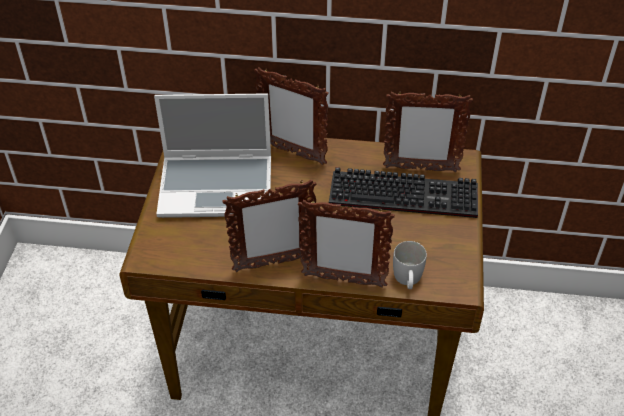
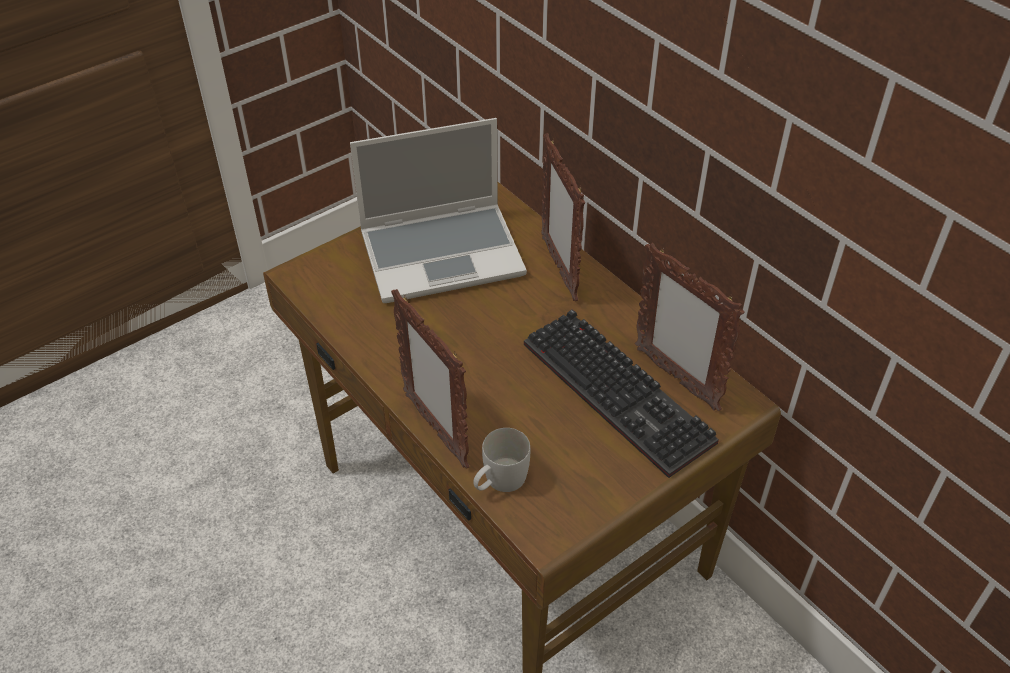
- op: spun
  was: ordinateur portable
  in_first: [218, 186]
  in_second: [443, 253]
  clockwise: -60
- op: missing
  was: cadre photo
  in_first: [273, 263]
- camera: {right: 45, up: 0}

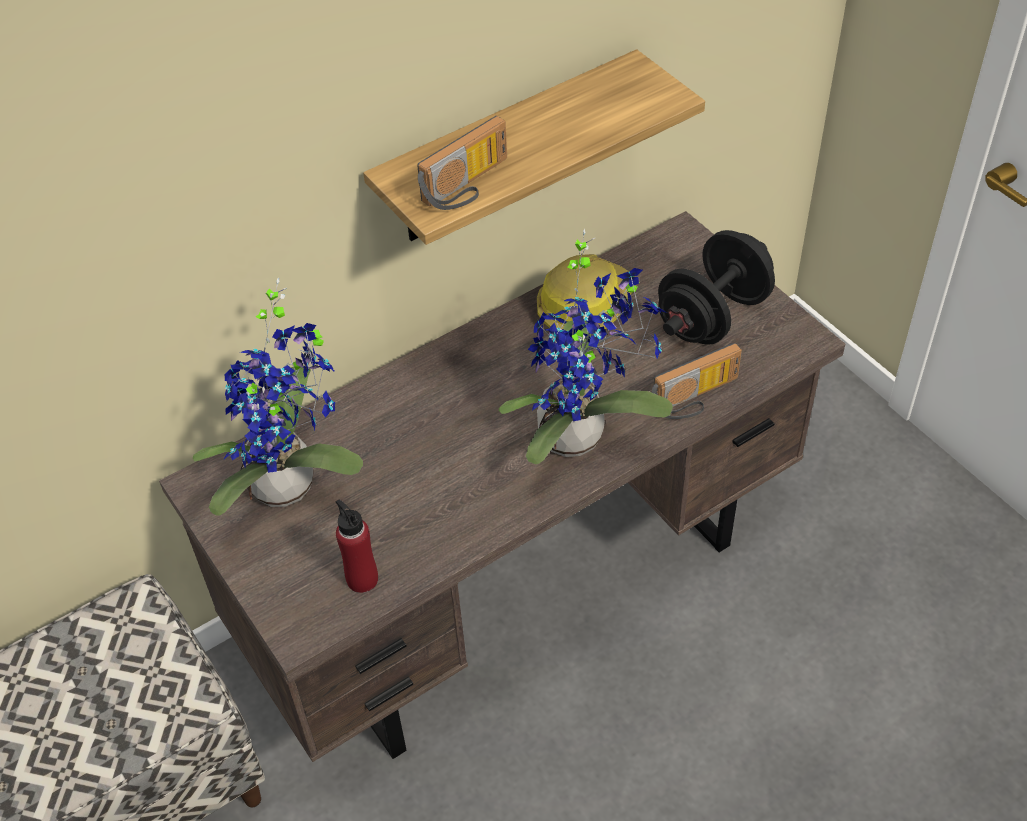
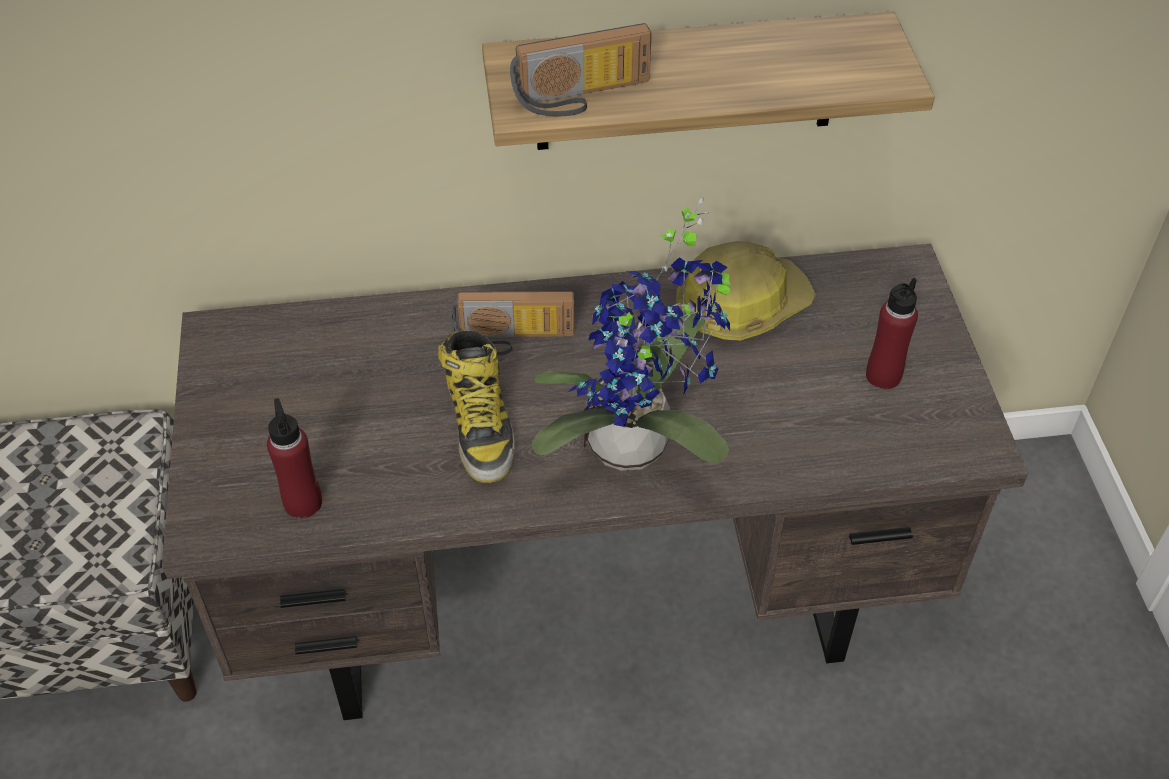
- op: exchanged
  was: haltère/noir
  now: bouteille/rouge
  in_first: [713, 316]
  in_second: [883, 376]
- op: missing
  was: plante en pot
  in_first: [291, 485]
- op: relocated
  was: radio
  in_first: [697, 399]
  in_second: [513, 340]
- op: appeared
  now: botte
  in_second: [480, 425]
- camera: {right: 25, up: 0}

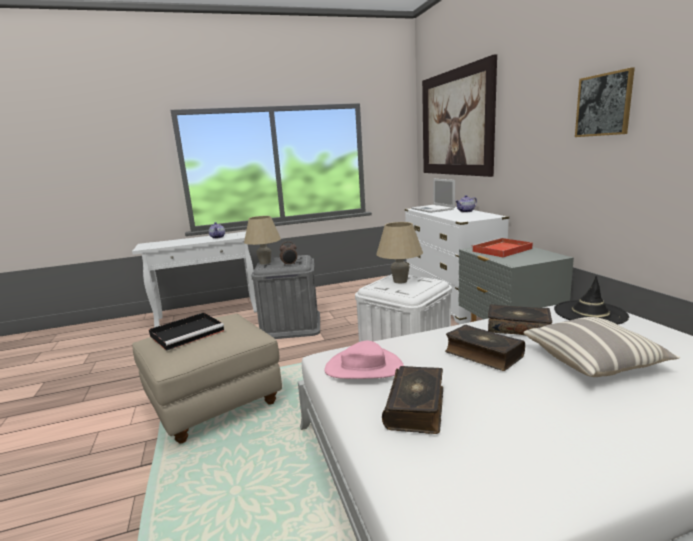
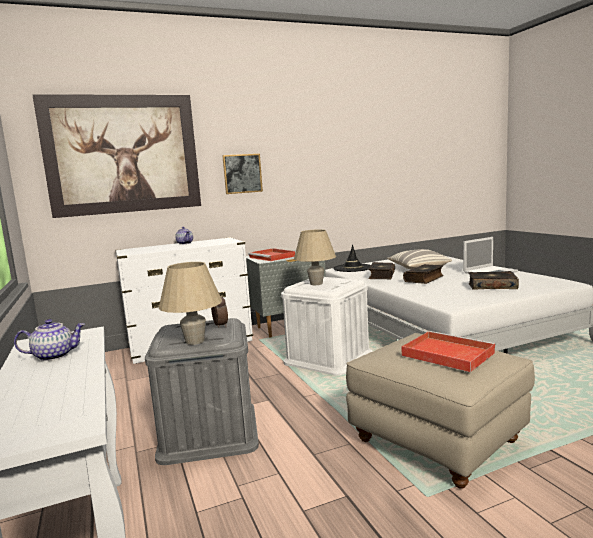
- op: relocated
  was: tableau
  in_first: [603, 105]
  in_second: [242, 173]
- op: relocated
  was: ordinateur portable
  in_first: [433, 209]
  in_second: [490, 272]
- op: colour
  was: plateau/noir
  now: plateau/rouge
  in_first: [188, 333]
  in_second: [446, 354]
- op: missing
  was: chapeau/rose
  in_first: [364, 368]
- camera: {right: -95, up: -5}

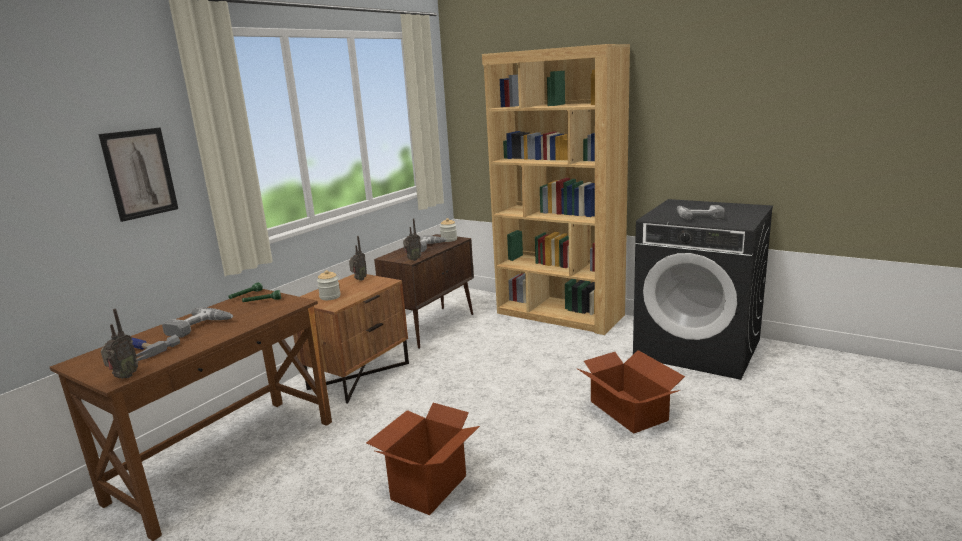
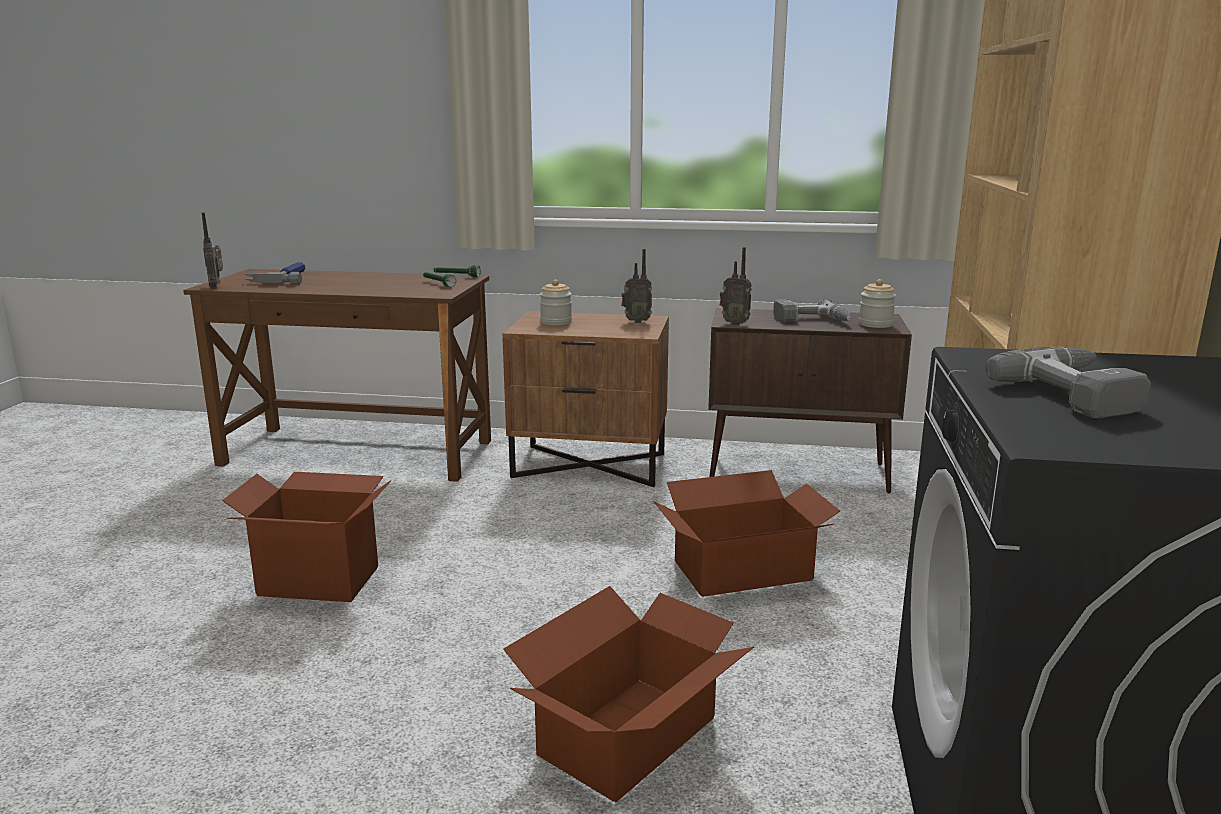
- op: missing
  was: tableau
  in_first: [140, 173]
- op: missing
  was: perceuse
  in_first: [200, 327]
- op: spun
  was: radio
  in_first: [124, 377]
  in_second: [217, 287]
  clockwise: 75
- op: appeared
  now: carton
  in_second: [744, 571]
- camera: {right: 65, up: 0}

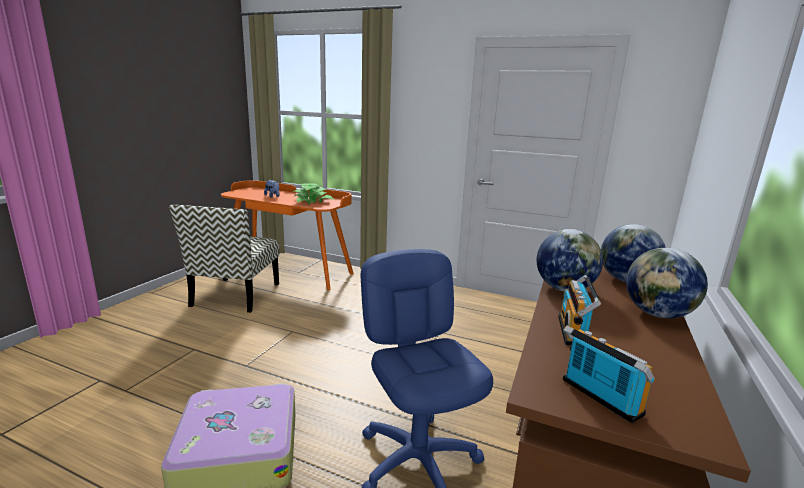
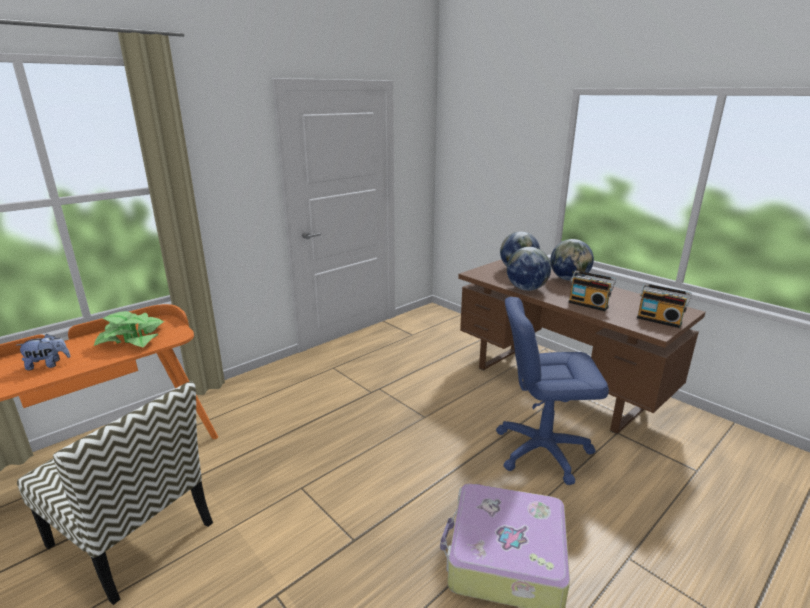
- op: spun
  was: radio
  in_first: [598, 398]
  in_second: [659, 320]
  clockwise: -135
- camera: {right: -65, up: 5}

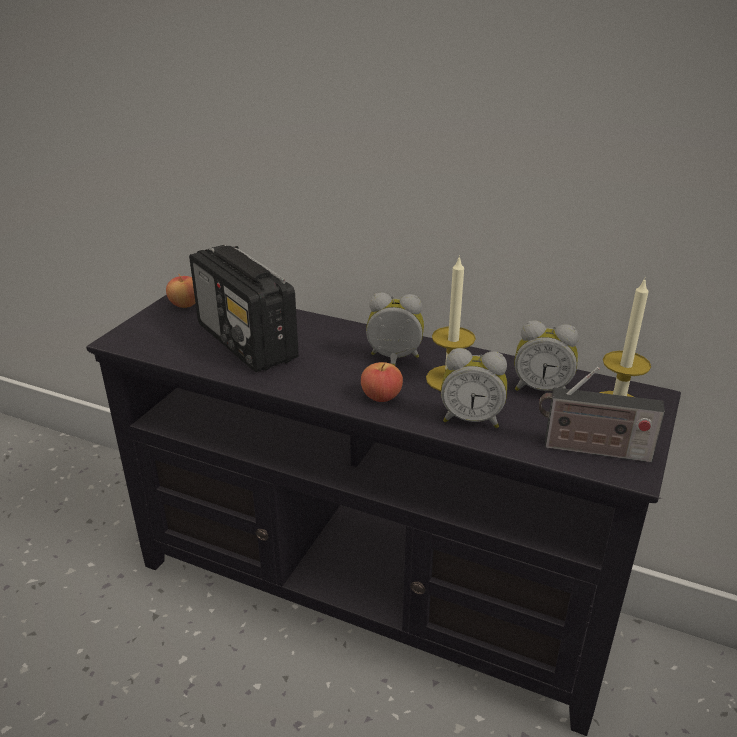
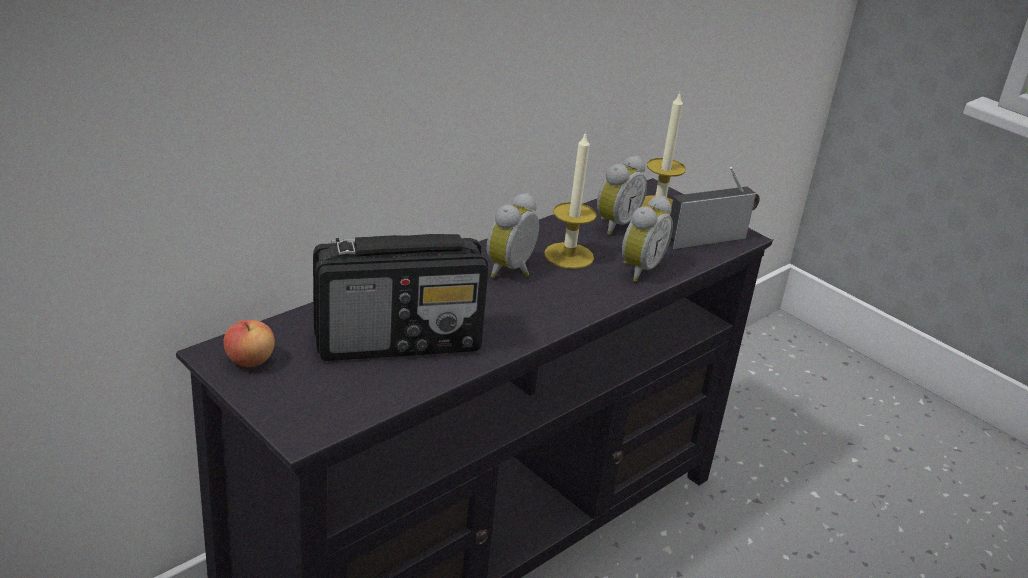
- op: missing
  was: pomme
  in_first: [381, 397]
- op: spun
  was: radio
  in_first: [591, 450]
  in_second: [709, 239]
  clockwise: -150
- camera: {right: -70, up: 0}

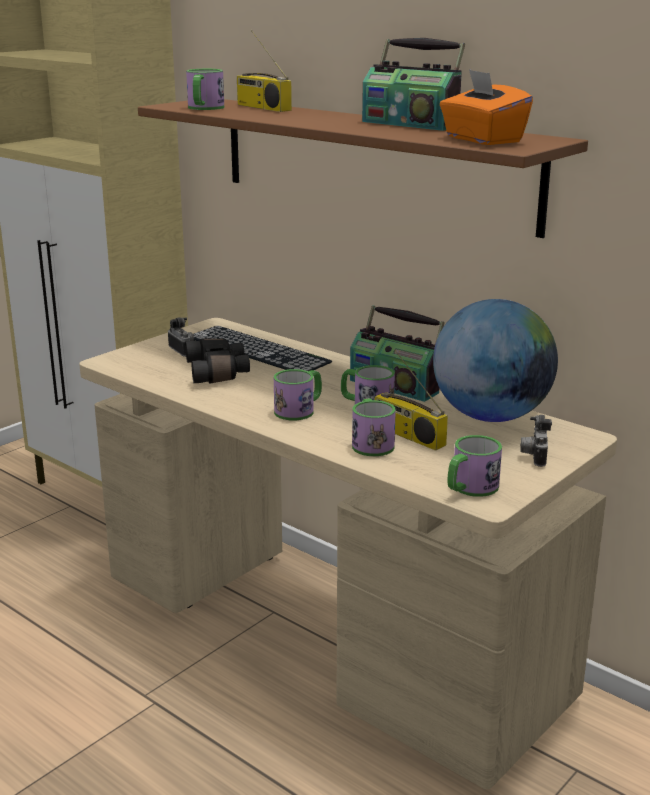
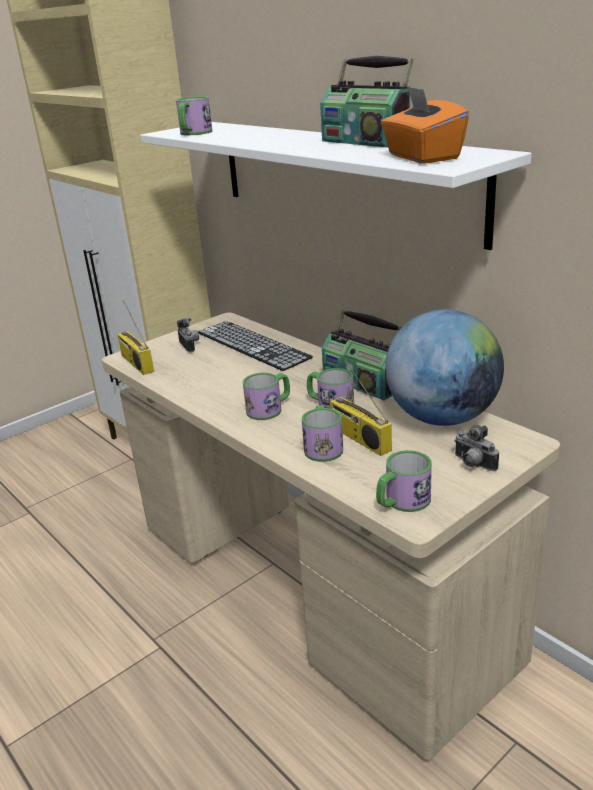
- op: relocated
  was: radio
  in_first: [262, 107]
  in_second: [136, 363]
- op: colour
  was: étagère/marron
  now: étagère/blanc
  in_first: [372, 161]
  in_second: [340, 177]
- op: missing
  was: jumelles/noir
  in_first: [219, 372]
- op: spun
  was: appareil photo
  in_first: [533, 456]
  in_second: [473, 464]
  clockwise: -60
- camera: {right: 10, up: 5}

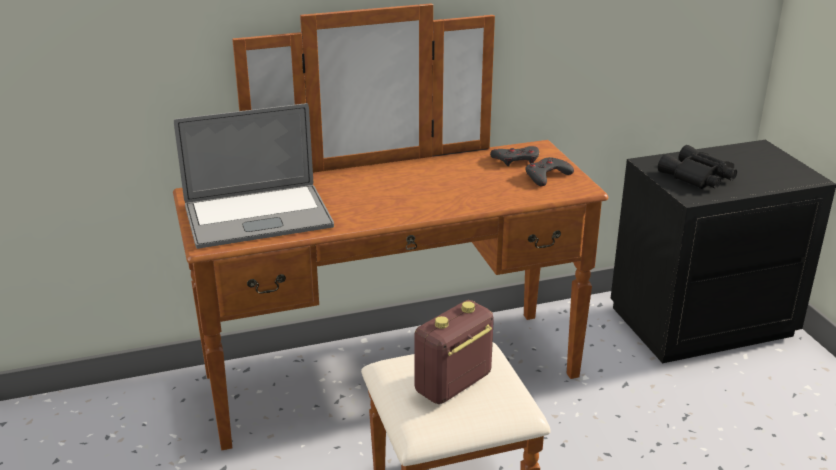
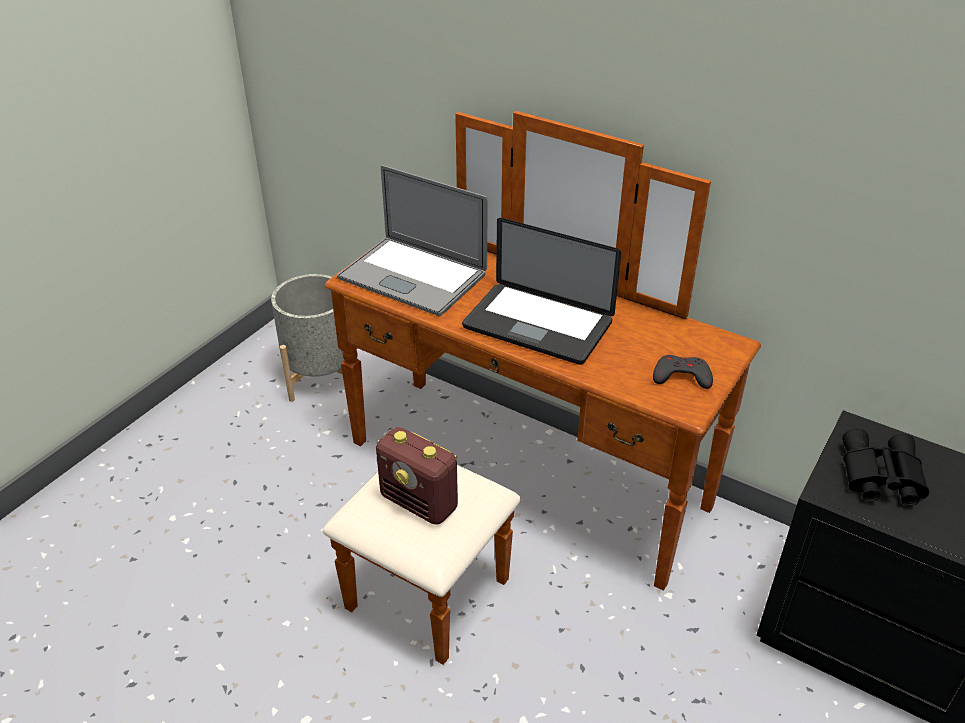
- op: missing
  was: manette/gris
  in_first: [516, 160]
- op: spun
  was: radio
  in_first: [452, 385]
  in_second: [420, 503]
  clockwise: -150
- op: appeared
  now: ordinateur portable
  in_second: [537, 325]
- op: appeared
  now: cache-pot/gris
  in_second: [321, 376]
- camera: {right: 50, up: 10}

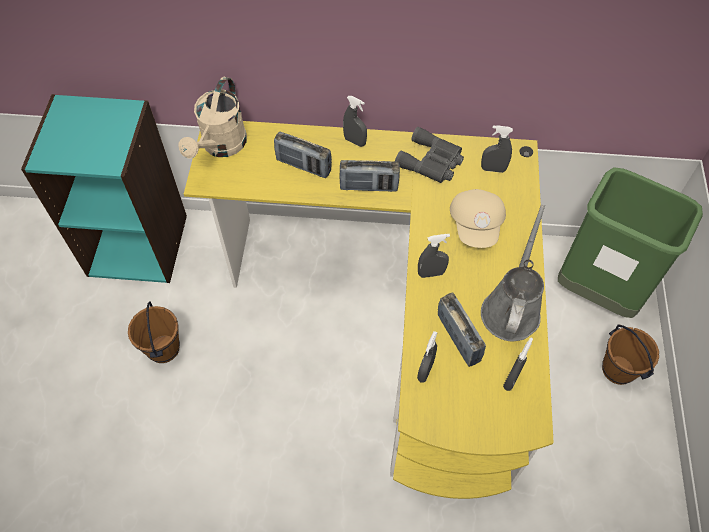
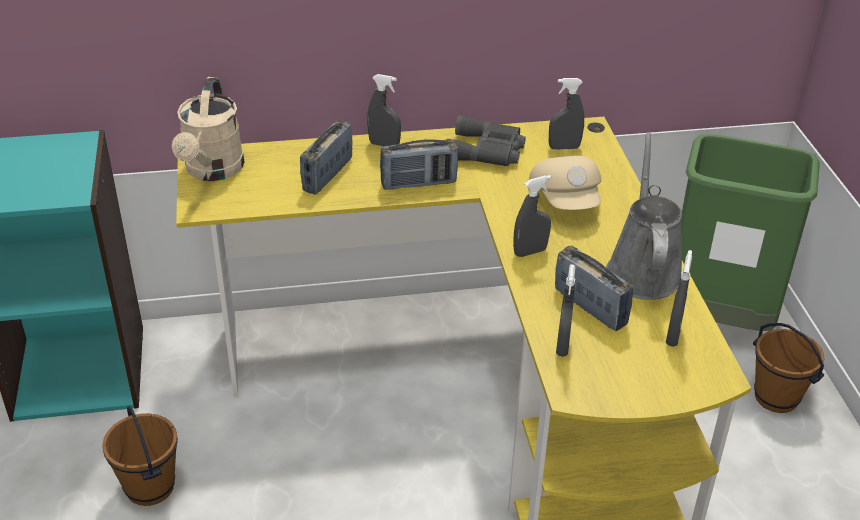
- op: spun
  was: radio
  in_first: [303, 166]
  in_second: [327, 175]
  clockwise: 105
- camera: {right: -15, up: -20}

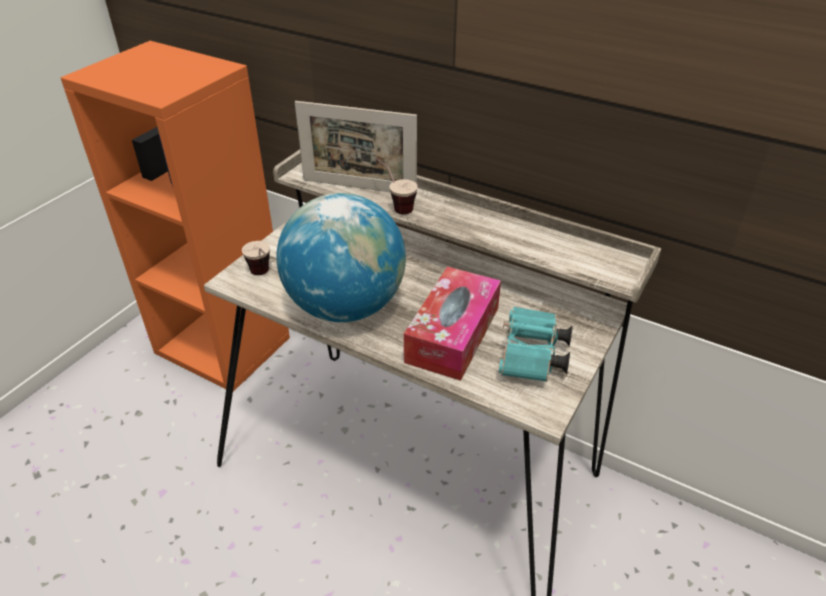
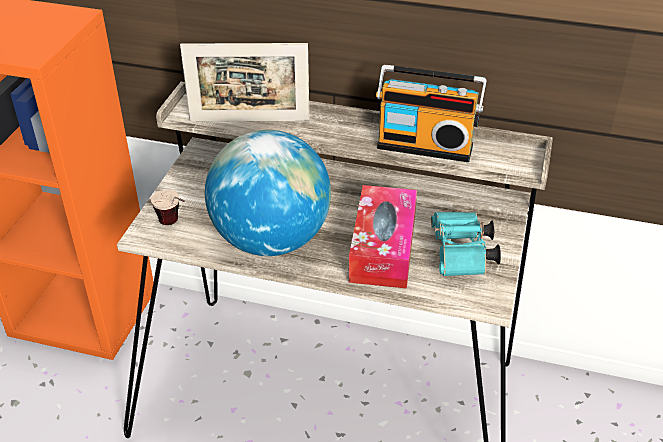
- op: missing
  was: tasse
  in_first: [395, 206]
- op: appeared
  now: radio
  in_second: [425, 145]
- camera: {right: -15, up: 0}

